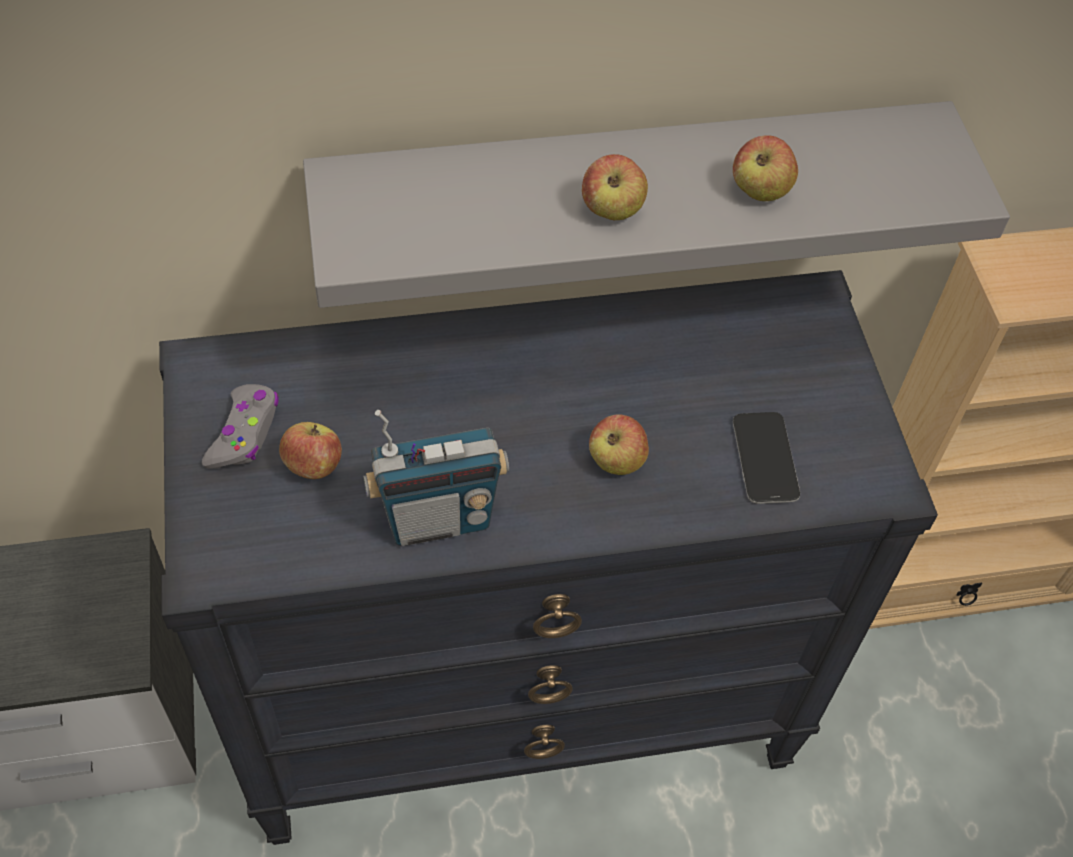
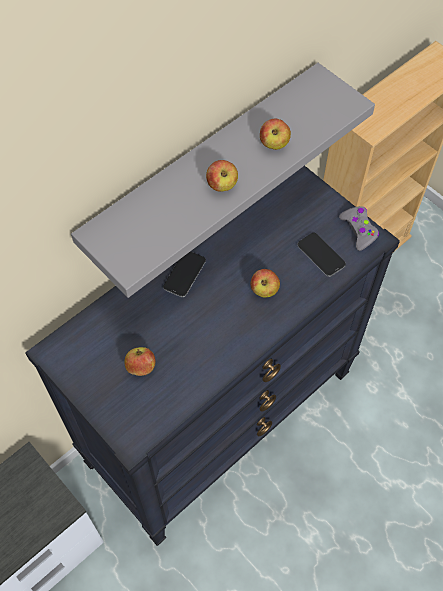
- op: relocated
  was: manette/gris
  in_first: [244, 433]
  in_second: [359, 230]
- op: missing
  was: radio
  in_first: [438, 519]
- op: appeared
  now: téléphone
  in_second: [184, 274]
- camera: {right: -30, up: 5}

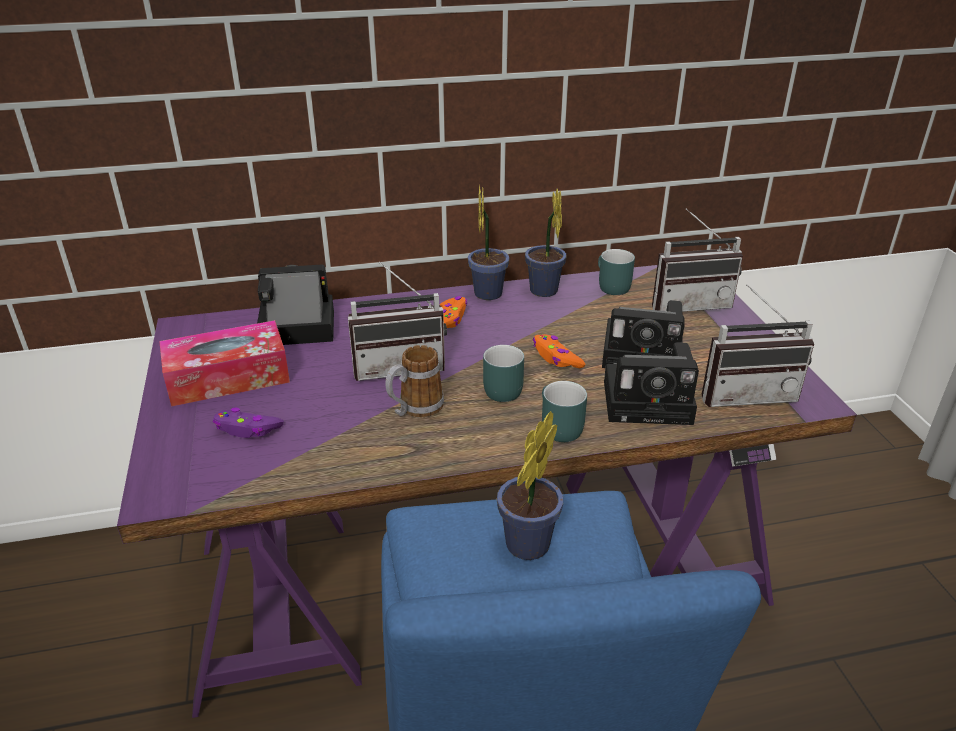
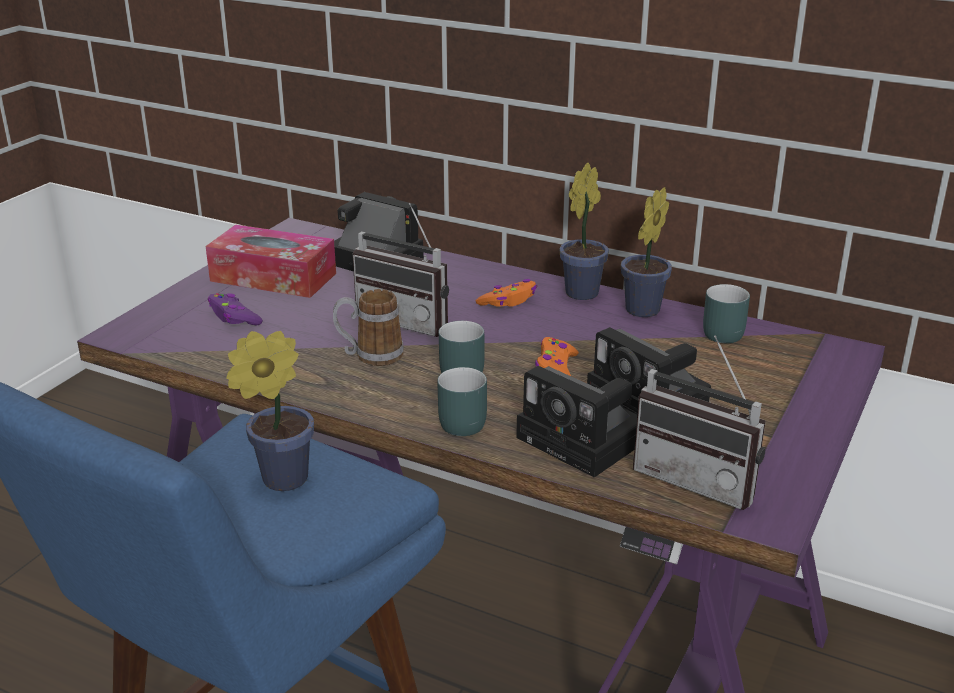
- op: missing
  was: radio
  in_first: [689, 303]
- camera: {right: 40, up: -5}

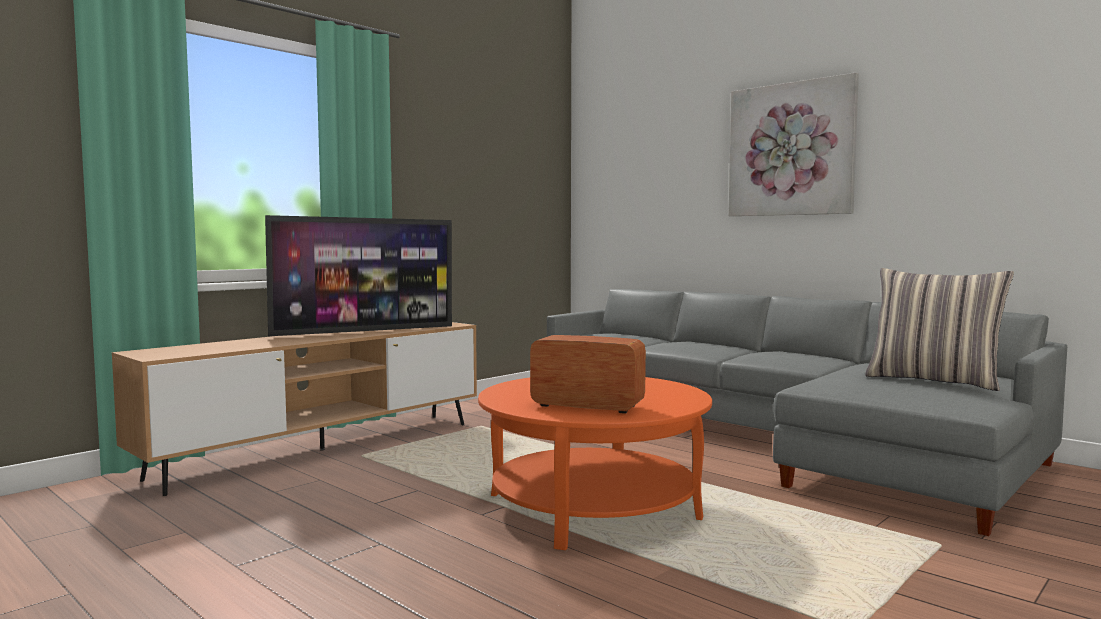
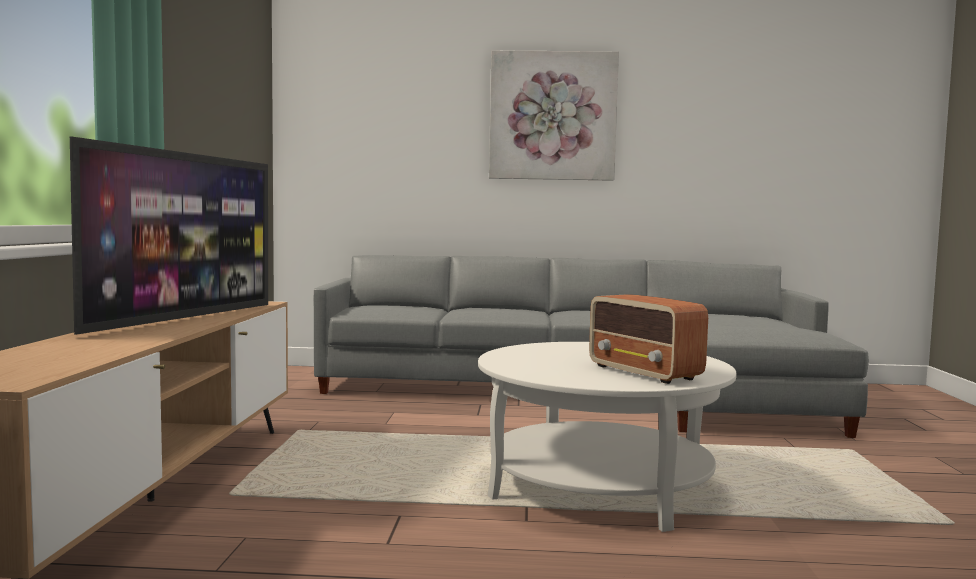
- op: missing
  was: coussin
  in_first: [934, 380]
- op: spun
  was: radio
  in_first: [586, 406]
  in_second: [645, 373]
  clockwise: -105
- op: colour
  was: table basse/orange
  now: table basse/blanc
  in_first: [593, 507]
  in_second: [599, 485]
- camera: {right: -40, up: 0}

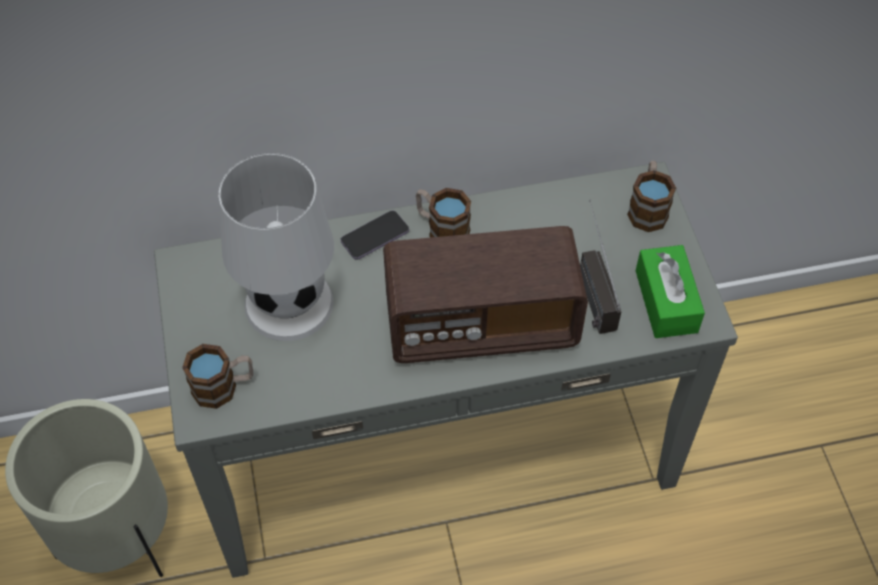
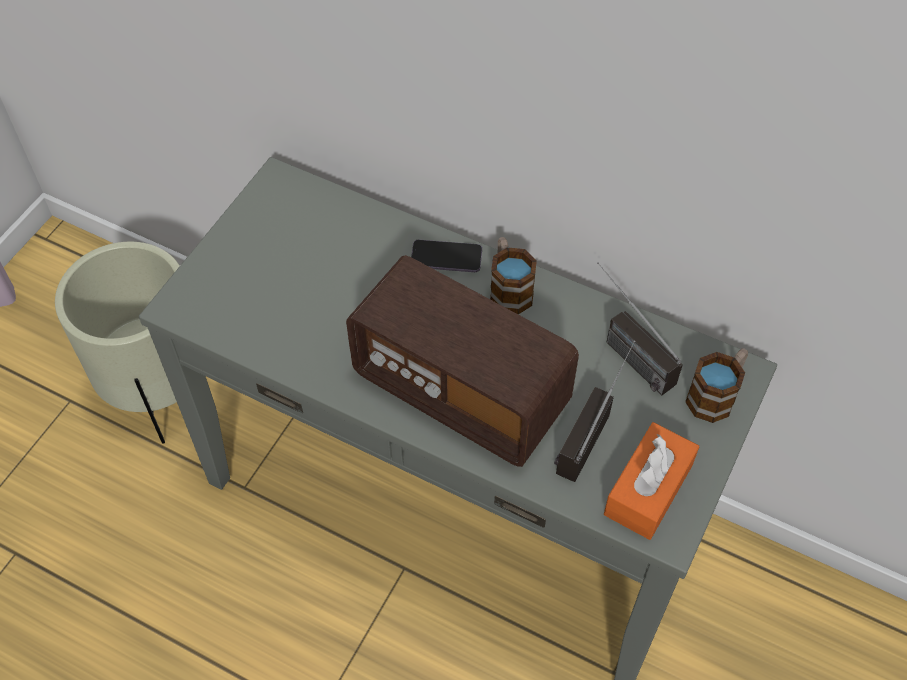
- op: missing
  was: lampe de table/blanc
  in_first: [288, 304]
- op: colour
  was: boîte à mouchoirs/vert
  now: boîte à mouchoirs/orange
  in_first: [666, 301]
  in_second: [648, 490]
- op: missing
  was: mug
  in_first: [224, 386]
- op: appeared
  now: radio
  in_second: [623, 350]
- camera: {right: 40, up: 0}

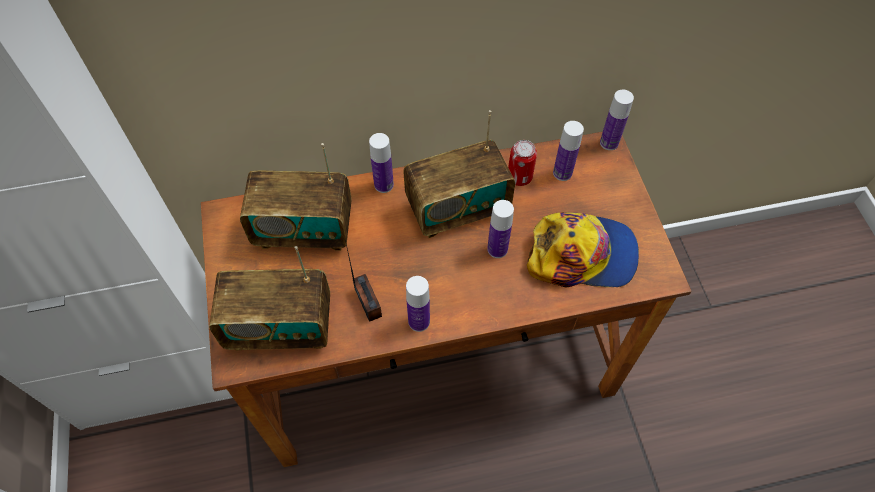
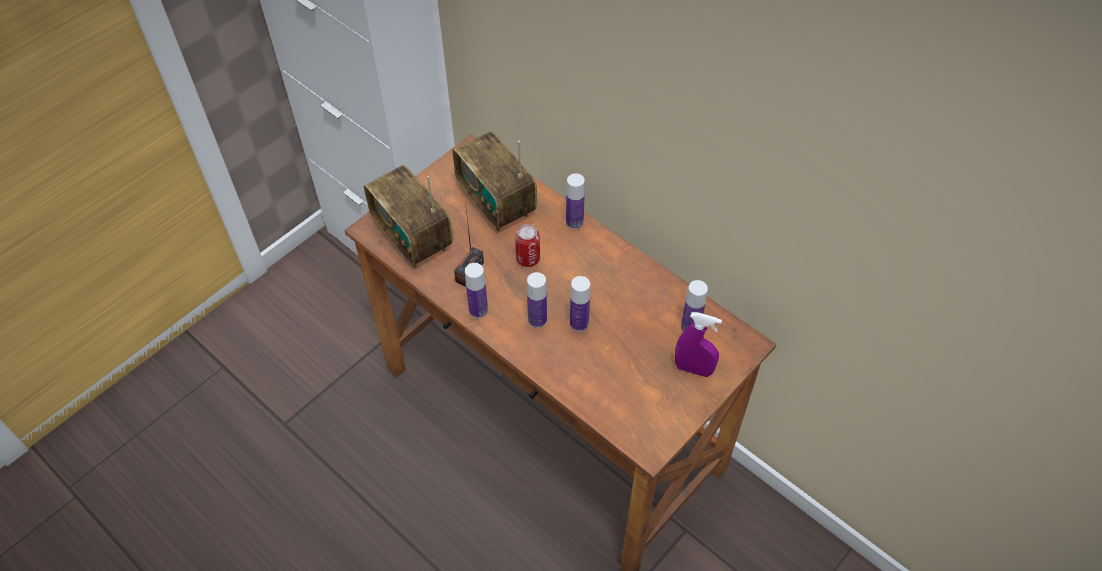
- op: relocated
  was: bouteille
  in_first: [609, 143]
  in_second: [537, 320]
- op: missing
  was: radio
  in_first: [457, 209]
- op: relocated
  was: boîte métallique
  in_first: [519, 177]
  in_second: [528, 259]
- op: missing
  was: casquette
  in_first: [582, 255]
- op: appeared
  now: vaporisateur/violet
  in_second: [693, 369]
- camera: {right: 55, up: -5}

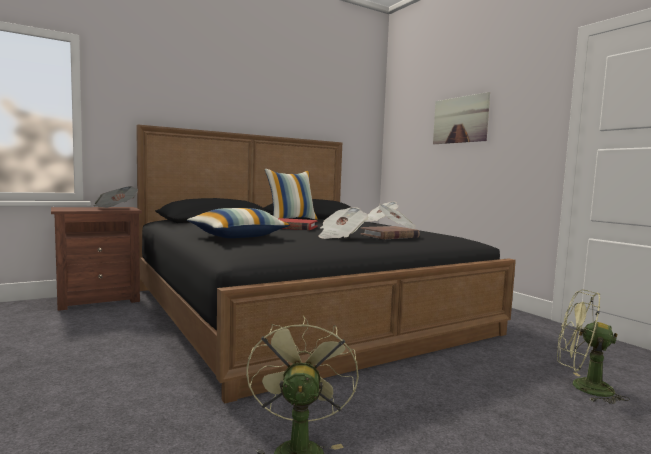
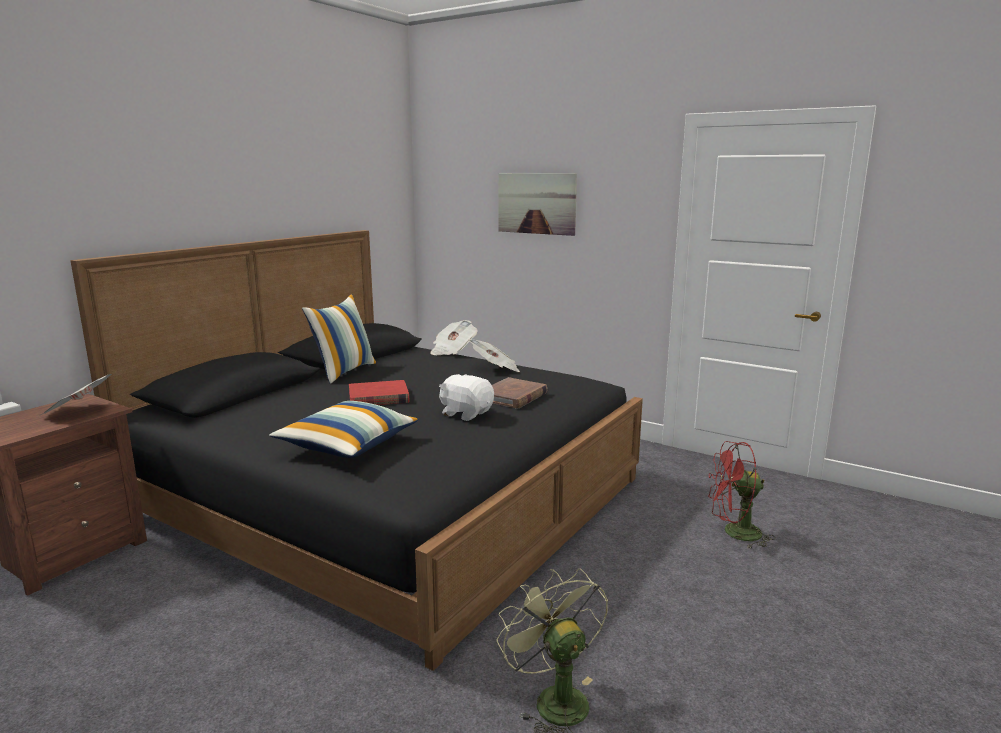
- op: exchanged
  was: journal
  now: peluche/blanc
  in_first: [340, 236]
  in_second: [466, 413]
- op: colour
  was: ventilateur/vert
  now: ventilateur/rouge
  in_first: [582, 387]
  in_second: [734, 533]
- camera: {right: -25, up: 10}

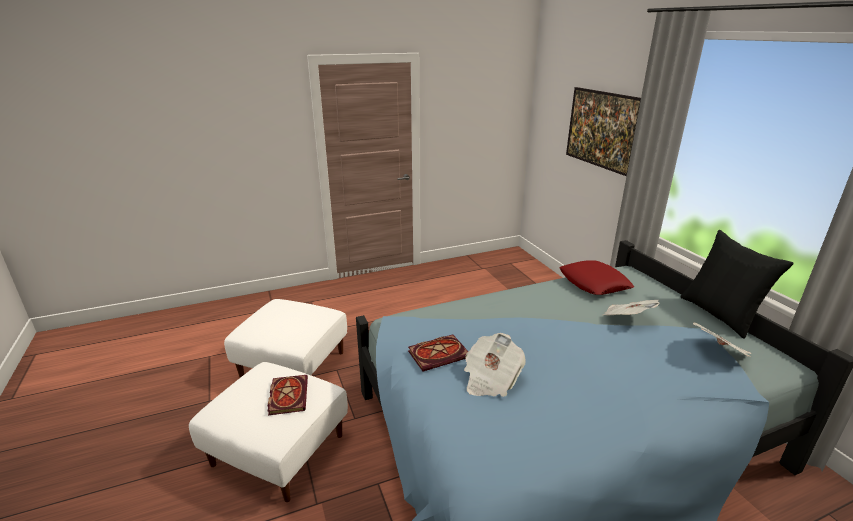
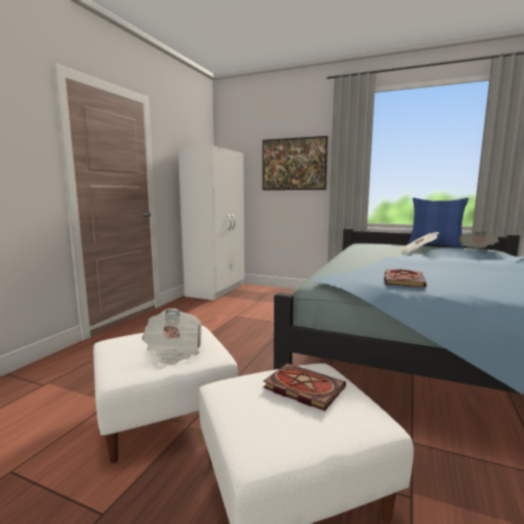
- op: colour
  was: coussin/noir
  now: coussin/bleu
  in_first: [719, 314]
  in_second: [434, 245]
- op: missing
  was: coussin/rouge
  in_first: [594, 283]
- op: relocated
  was: journal
  in_first: [490, 379]
  in_second: [173, 351]
- op: appeared
  now: armoire/blanc
  in_second: [217, 290]
- camera: {right: -45, up: -15}

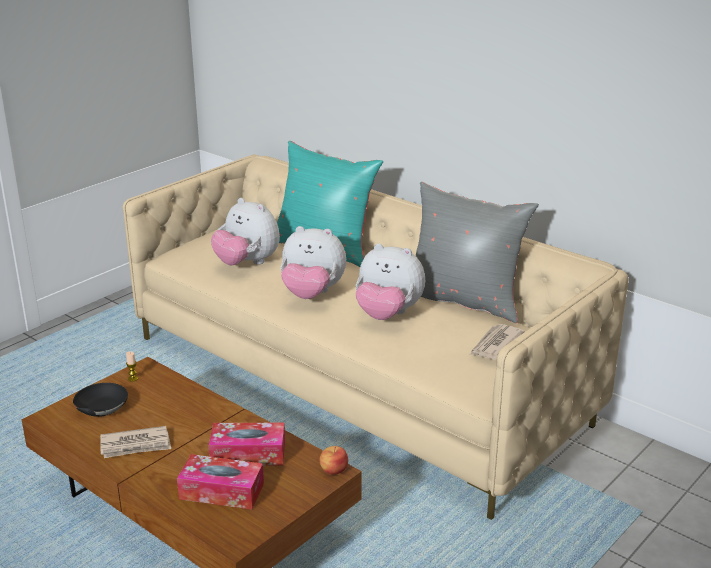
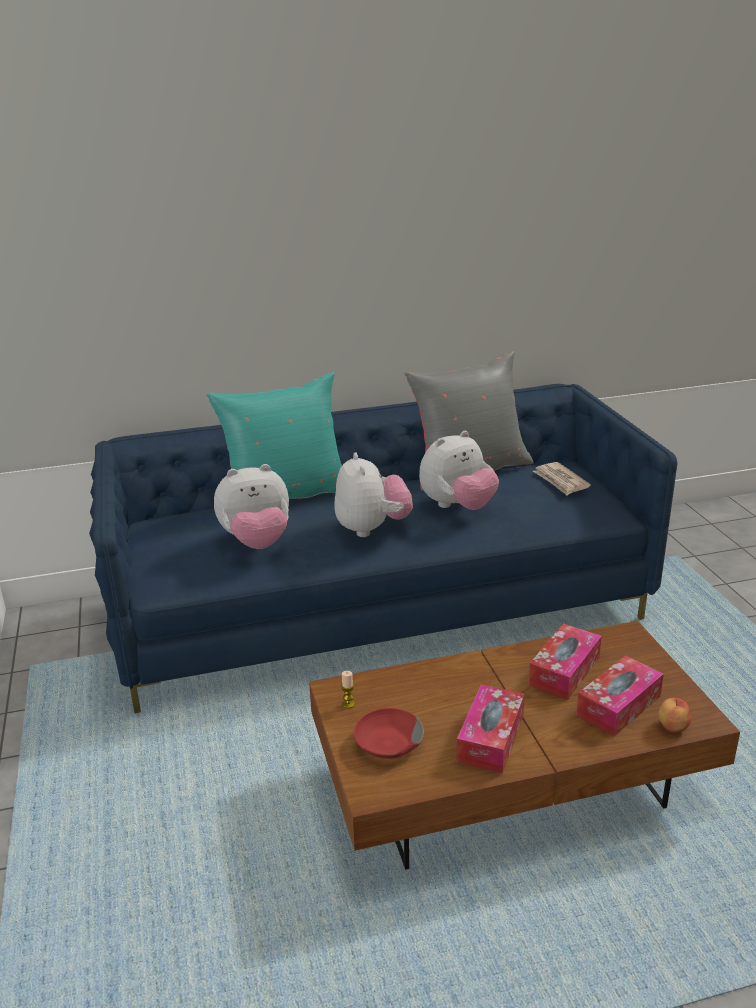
- op: colour
  was: canapé/beige
  now: canapé/bleu
  in_first: [356, 380]
  in_second: [381, 608]
- op: spun
  was: peluche
  in_first: [312, 294]
  in_second: [372, 528]
  clockwise: -60
- op: colour
  was: bol/noir
  now: bol/rouge
  in_first: [101, 407]
  in_second: [387, 743]
- op: exchanged
  was: journal
  now: boîte à mouchoirs
  in_first: [136, 445]
  in_second: [490, 738]
- op: relocated
  was: pomme
  in_first: [333, 470]
  in_second: [672, 726]
- camera: {right: -55, up: 0}

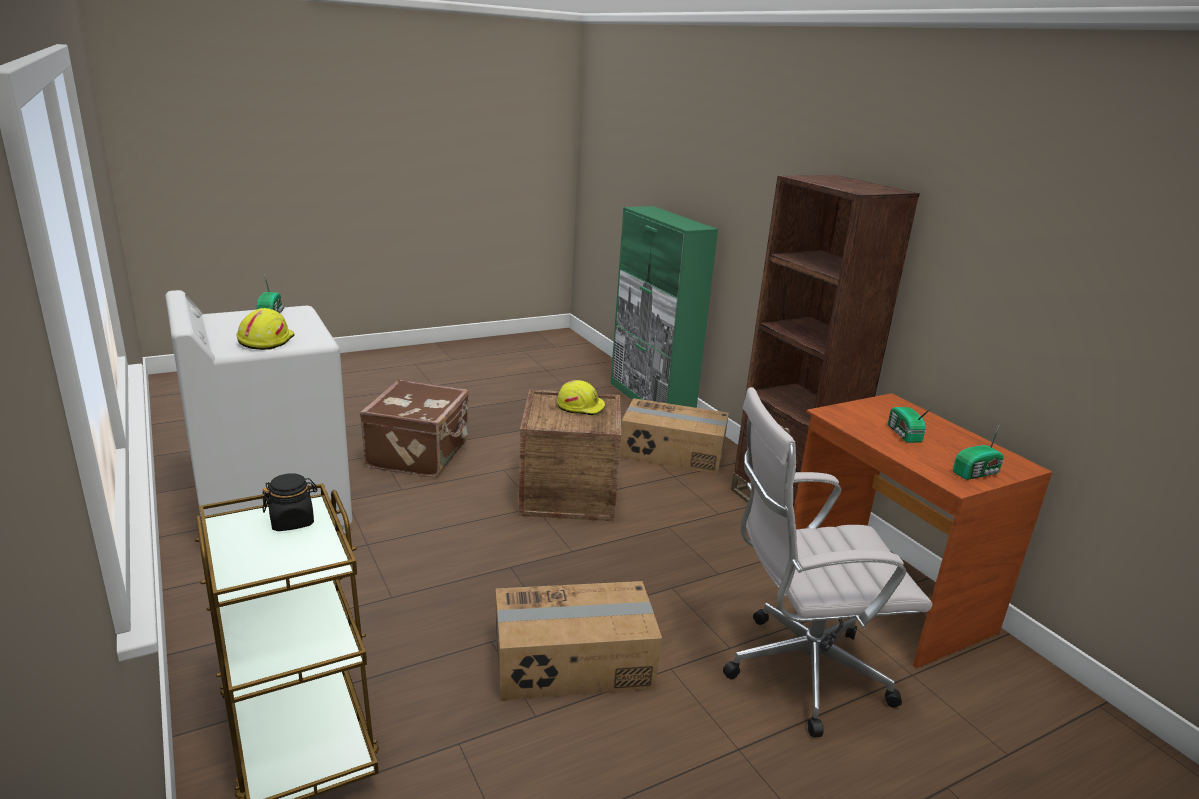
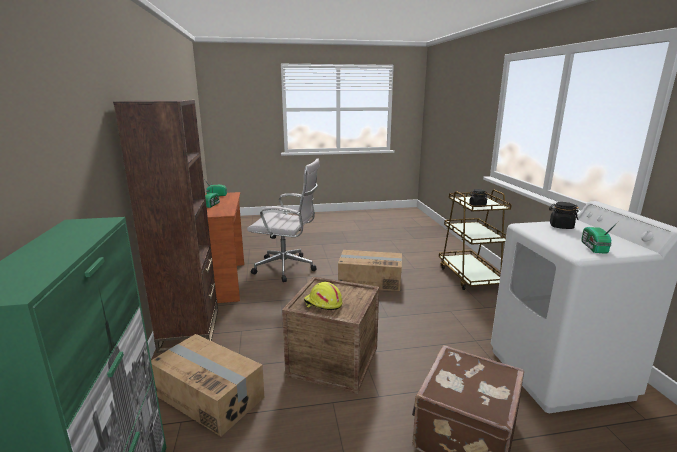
- op: exchanged
  was: casque de chantier/jaune
  now: bocal/noir
  in_first: [265, 340]
  in_second: [561, 226]
- camera: {right: -160, up: -5}

